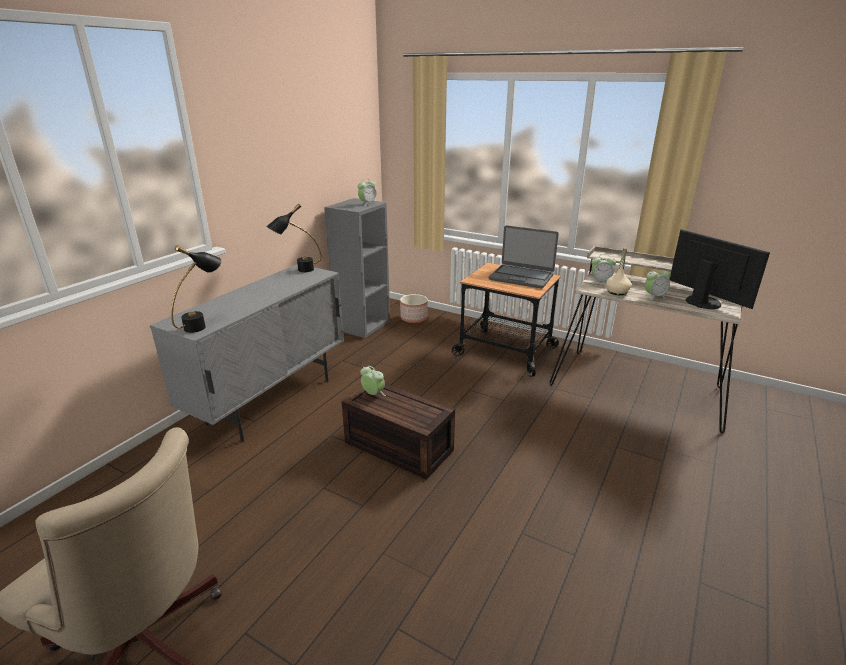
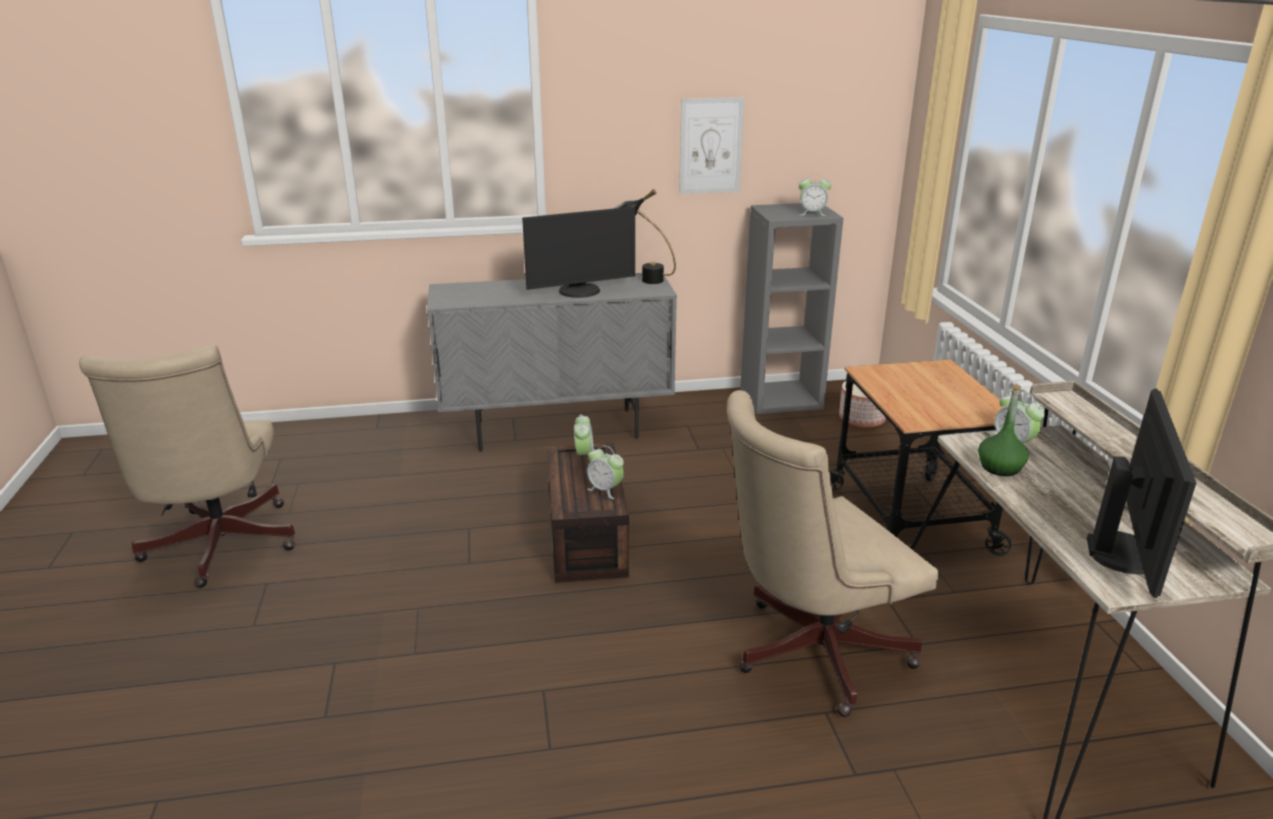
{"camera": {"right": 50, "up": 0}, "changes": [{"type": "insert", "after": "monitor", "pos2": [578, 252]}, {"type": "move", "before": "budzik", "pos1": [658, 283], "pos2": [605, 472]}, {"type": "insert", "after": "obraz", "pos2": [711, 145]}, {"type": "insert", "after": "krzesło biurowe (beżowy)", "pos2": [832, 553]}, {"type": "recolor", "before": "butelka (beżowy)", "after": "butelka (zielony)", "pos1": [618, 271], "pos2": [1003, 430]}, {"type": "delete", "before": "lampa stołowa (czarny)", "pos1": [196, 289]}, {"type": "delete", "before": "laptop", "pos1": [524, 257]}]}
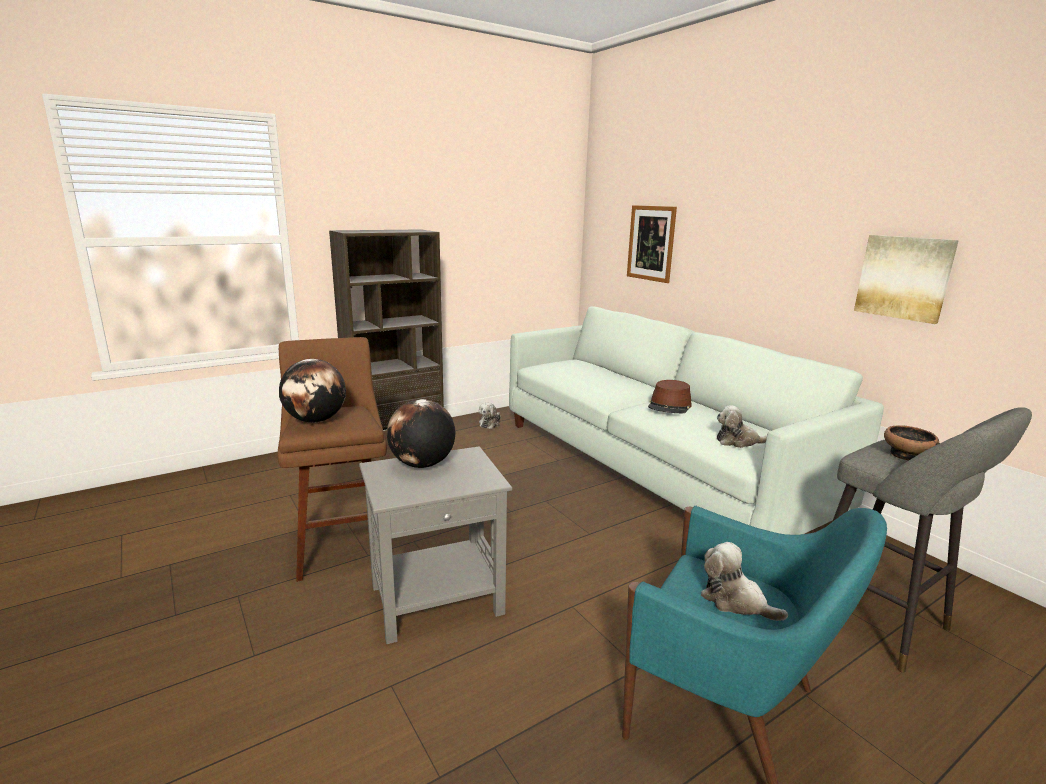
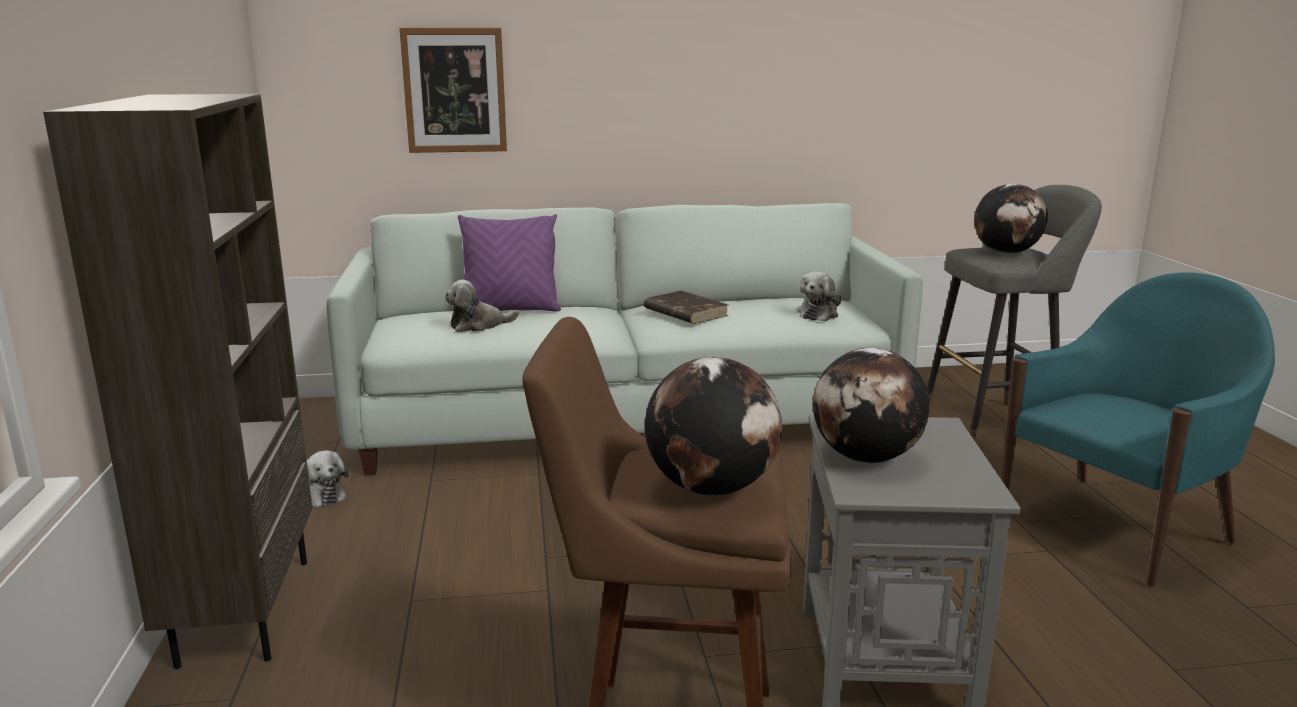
{"camera": {"right": -65, "up": 0}, "changes": [{"type": "move", "before": "pluszak", "pos1": [744, 581], "pos2": [482, 306]}, {"type": "insert", "after": "poduszka (fioletowy)", "pos2": [509, 263]}, {"type": "replace", "before": "kapelusz (brązowy)", "after": "książka (brązowy)", "pos1": [670, 396], "pos2": [686, 307]}, {"type": "replace", "before": "miska", "after": "globus", "pos1": [911, 443], "pos2": [1011, 219]}, {"type": "delete", "before": "obraz", "pos1": [906, 279]}]}
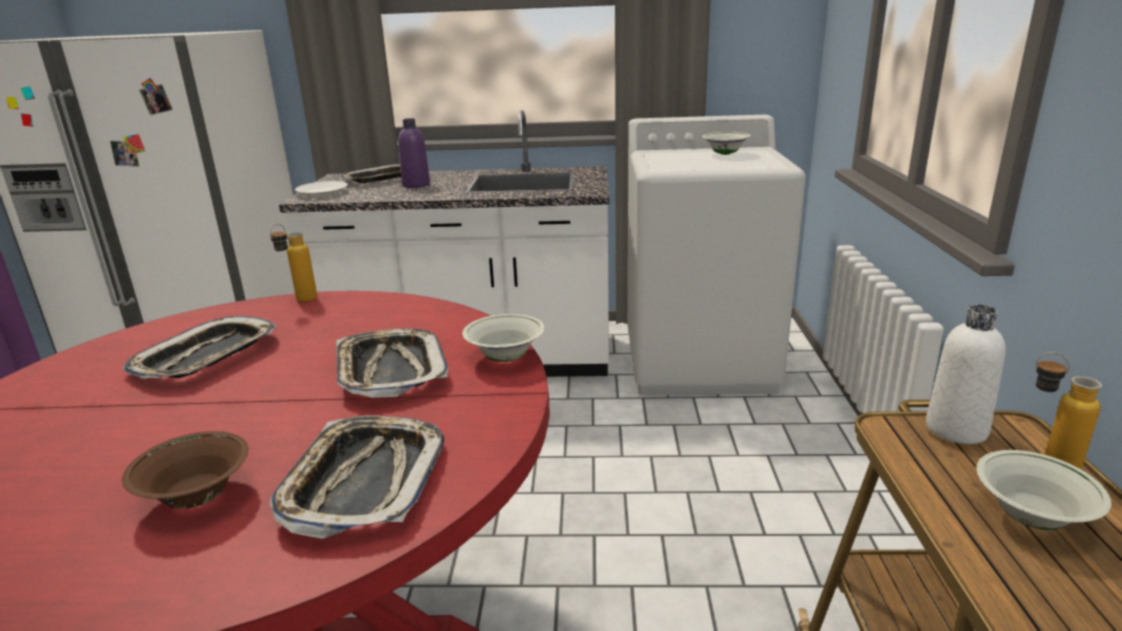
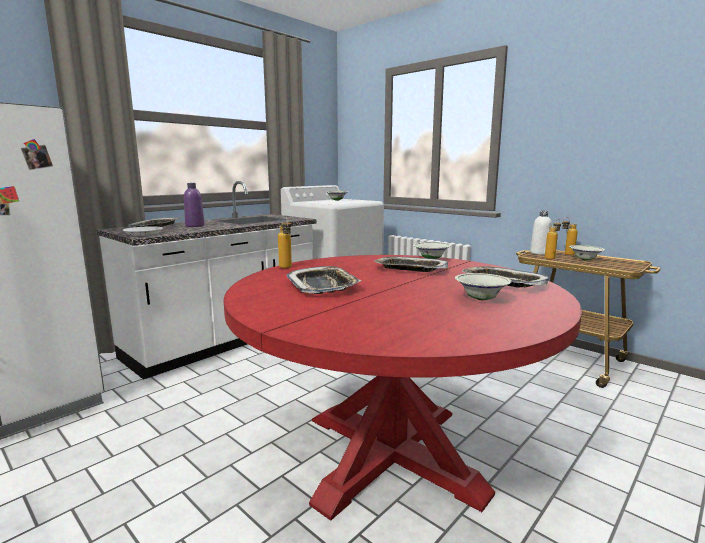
{"camera": {"right": -50, "up": -10}, "changes": [{"type": "recolor", "before": "miska (brązowy)", "after": "miska (biały)", "pos1": [185, 470], "pos2": [483, 286]}, {"type": "insert", "after": "butelka", "pos2": [553, 239]}]}
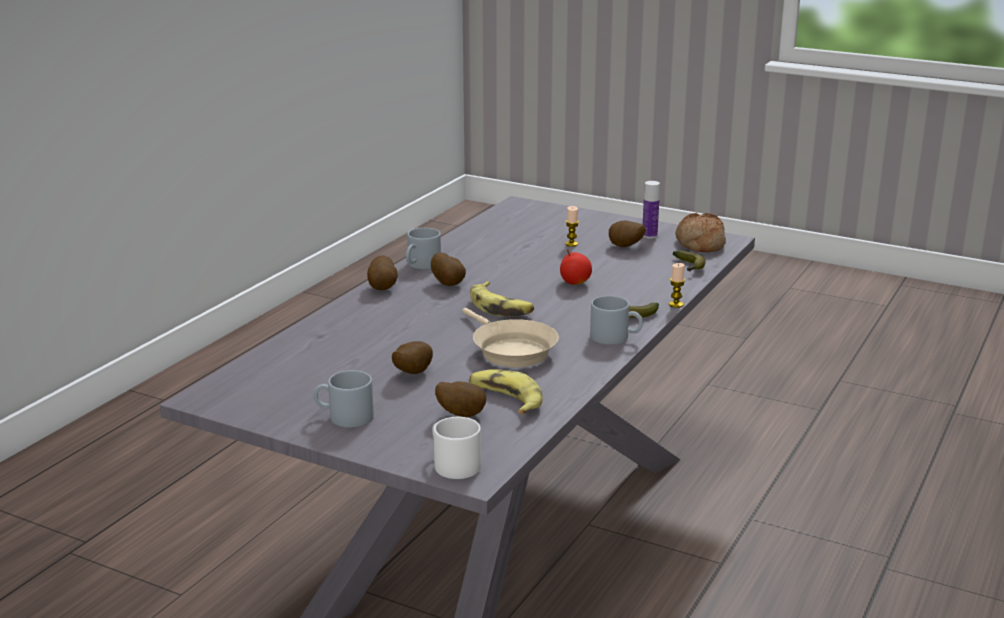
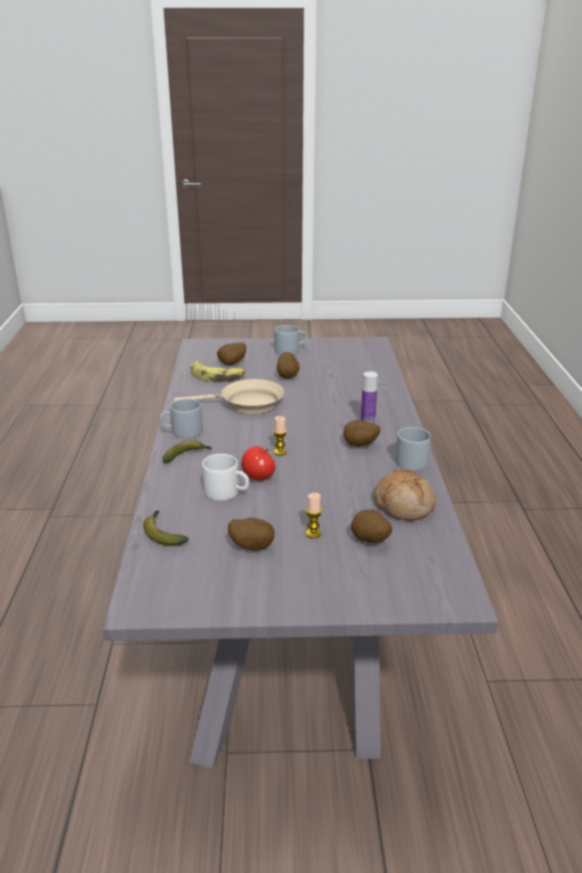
{"camera": {"right": 150, "up": 5}, "changes": [{"type": "rotate", "before": "patelnia (beżowy)", "pos1": [510, 337], "pos2": [229, 396], "turn": 150}, {"type": "move", "before": "kubek (biały)", "pos1": [456, 448], "pos2": [225, 477]}, {"type": "move", "before": "świeca", "pos1": [677, 285], "pos2": [280, 435]}, {"type": "move", "before": "ziemniak", "pos1": [382, 272], "pos2": [371, 526]}, {"type": "move", "before": "butelka", "pos1": [651, 209], "pos2": [369, 397]}, {"type": "move", "before": "chleb", "pos1": [701, 232], "pos2": [405, 495]}, {"type": "delete", "before": "banan", "pos1": [502, 298]}]}
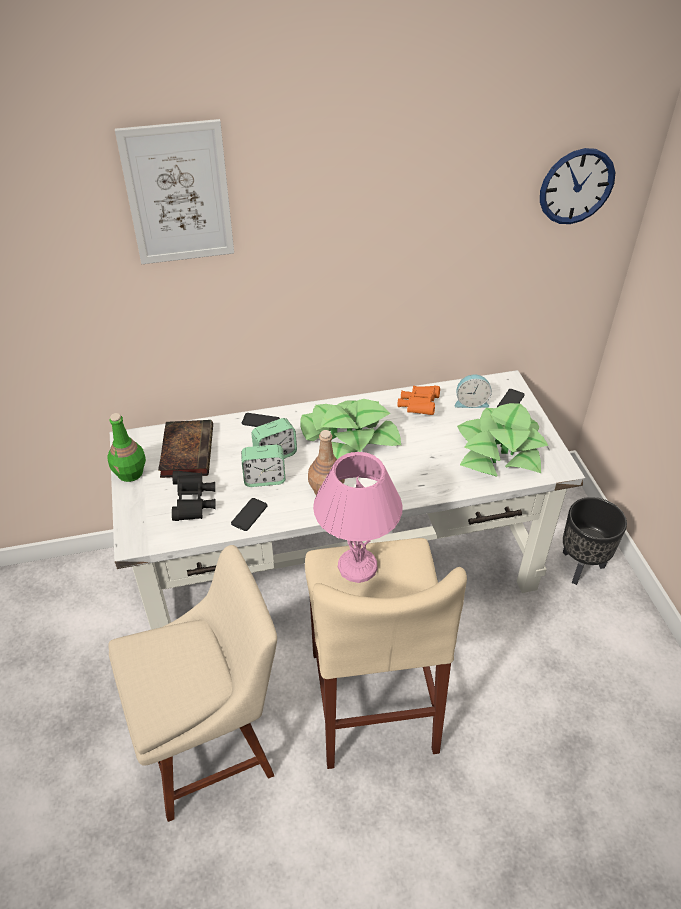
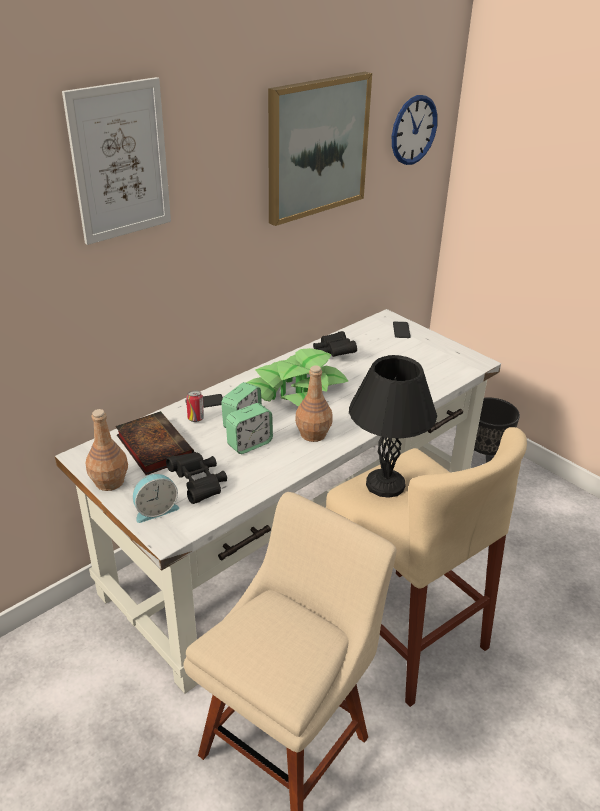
{"camera": {"right": -30, "up": -10}, "changes": [{"type": "recolor", "before": "butelka (zielony)", "after": "butelka (brązowy)", "pos1": [126, 447], "pos2": [107, 450]}, {"type": "move", "before": "budzik", "pos1": [473, 391], "pos2": [156, 498]}, {"type": "insert", "after": "puszka", "pos2": [195, 406]}, {"type": "insert", "after": "obraz", "pos2": [320, 149]}, {"type": "recolor", "before": "lornetka (pomarańczowy)", "after": "lornetka (czarny)", "pos1": [418, 400], "pos2": [335, 344]}, {"type": "recolor", "before": "lampa stołowa (różowy)", "after": "lampa stołowa (czarny)", "pos1": [358, 517], "pos2": [393, 426]}, {"type": "delete", "before": "telefon", "pos1": [249, 514]}, {"type": "delete", "before": "roślina doniczkowa", "pos1": [502, 439]}]}
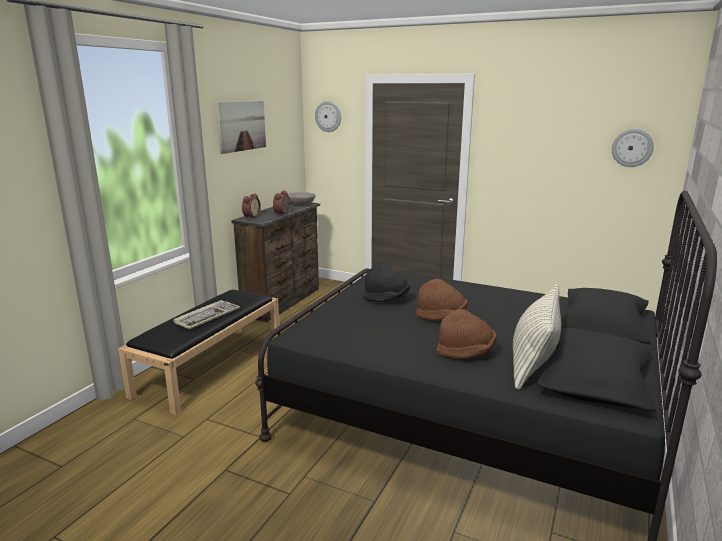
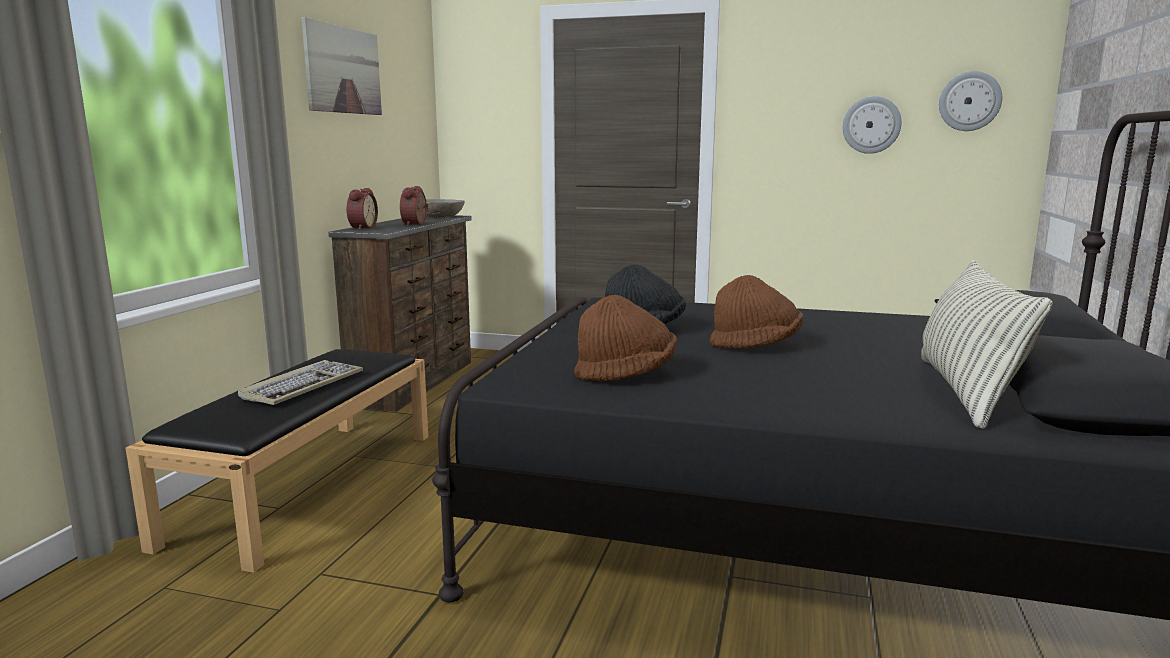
{"camera": {"right": -10, "up": -5}, "changes": [{"type": "move", "before": "kapelusz (brązowy)", "pos1": [466, 334], "pos2": [625, 338]}, {"type": "move", "before": "zegar ścienny", "pos1": [328, 116], "pos2": [872, 125]}]}
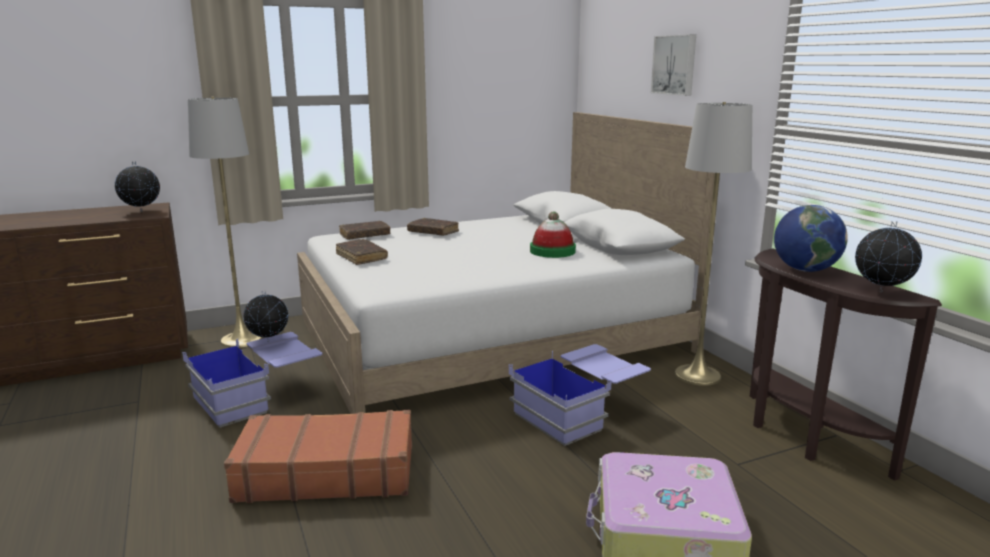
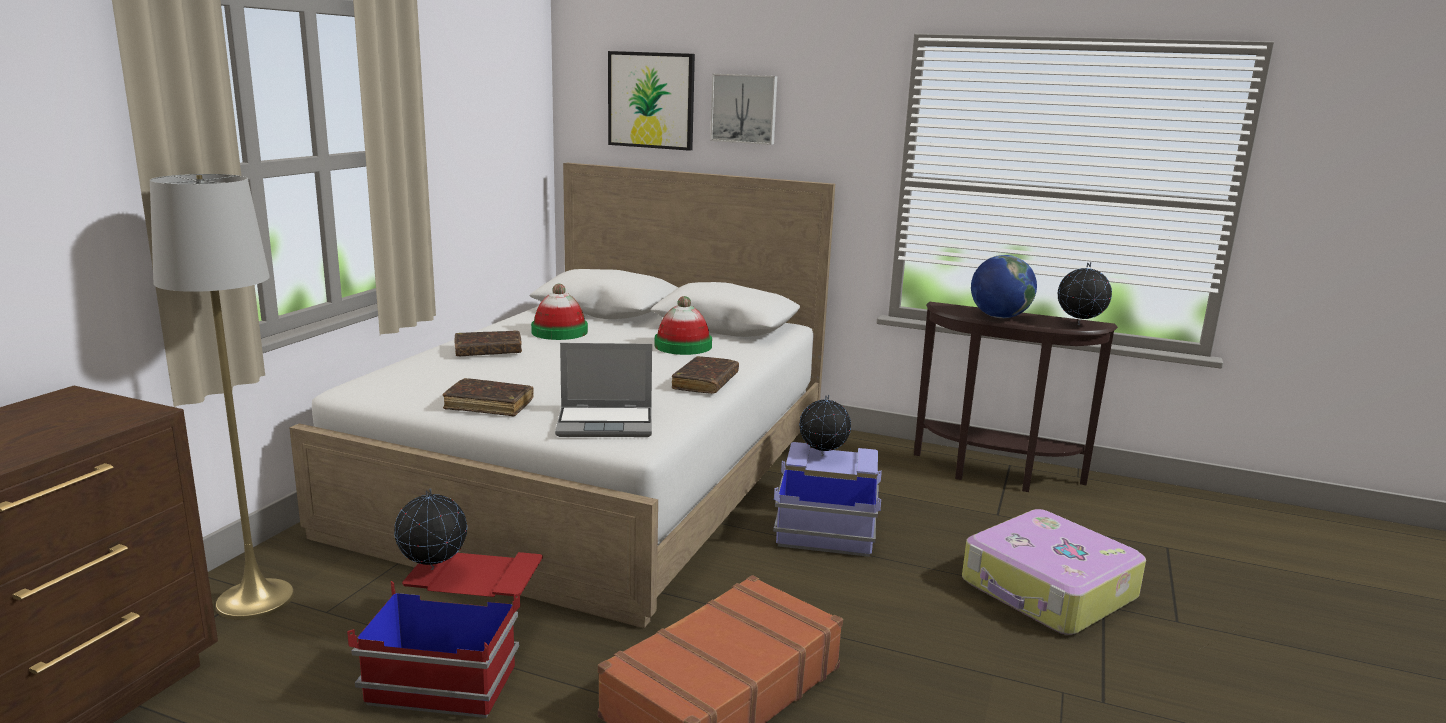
{"camera": {"right": -45, "up": 0}, "changes": [{"type": "recolor", "before": "pojemnik do przechowywania (niebieski)", "after": "pojemnik do przechowywania (czerwony)", "pos1": [252, 380], "pos2": [445, 635]}, {"type": "insert", "after": "kapelusz", "pos2": [559, 312]}, {"type": "insert", "after": "laptop", "pos2": [603, 390]}, {"type": "insert", "after": "obraz", "pos2": [651, 101]}, {"type": "move", "before": "książka (brązowy)", "pos1": [364, 230], "pos2": [705, 375]}, {"type": "move", "before": "globus", "pos1": [137, 186], "pos2": [825, 425]}, {"type": "delete", "before": "lampa stojąca (szary)", "pos1": [713, 244]}]}
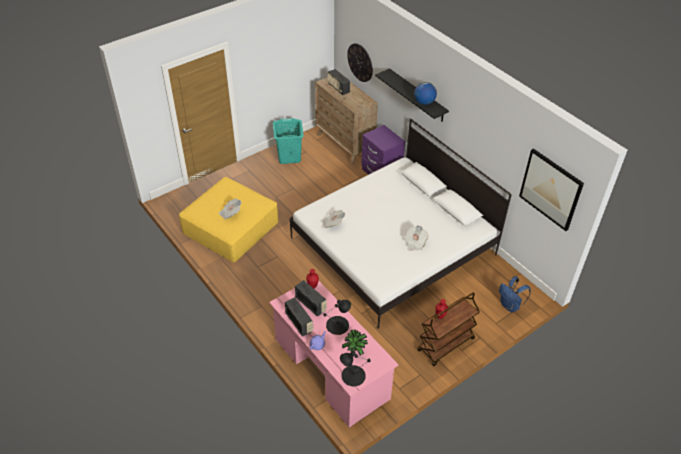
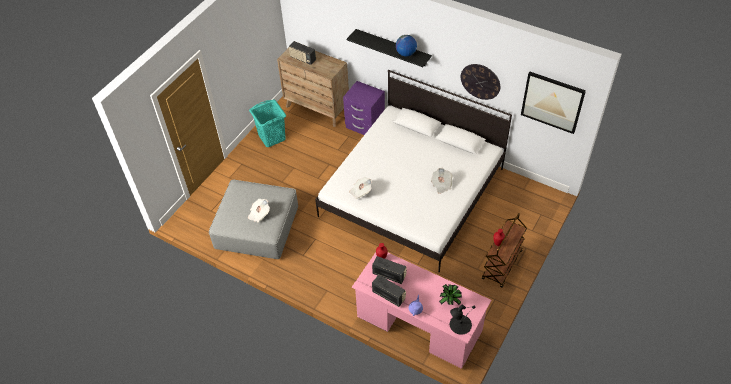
{"camera": {"right": -20, "up": 5}, "changes": [{"type": "recolor", "before": "pufa (żółty)", "after": "pufa (szary)", "pos1": [228, 219], "pos2": [253, 219]}, {"type": "move", "before": "zegar ścienny", "pos1": [360, 62], "pos2": [480, 82]}, {"type": "delete", "before": "lampa stołowa (czarny)", "pos1": [337, 317]}, {"type": "delete", "before": "plecak (niebieski)", "pos1": [515, 294]}]}
